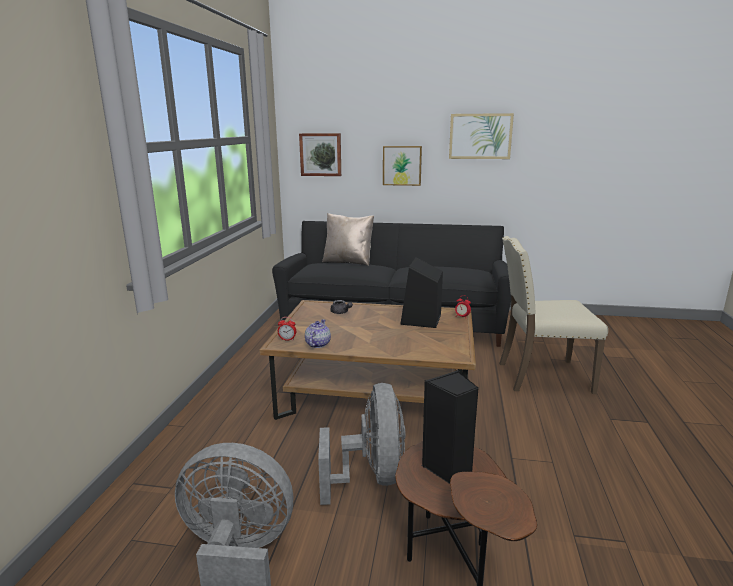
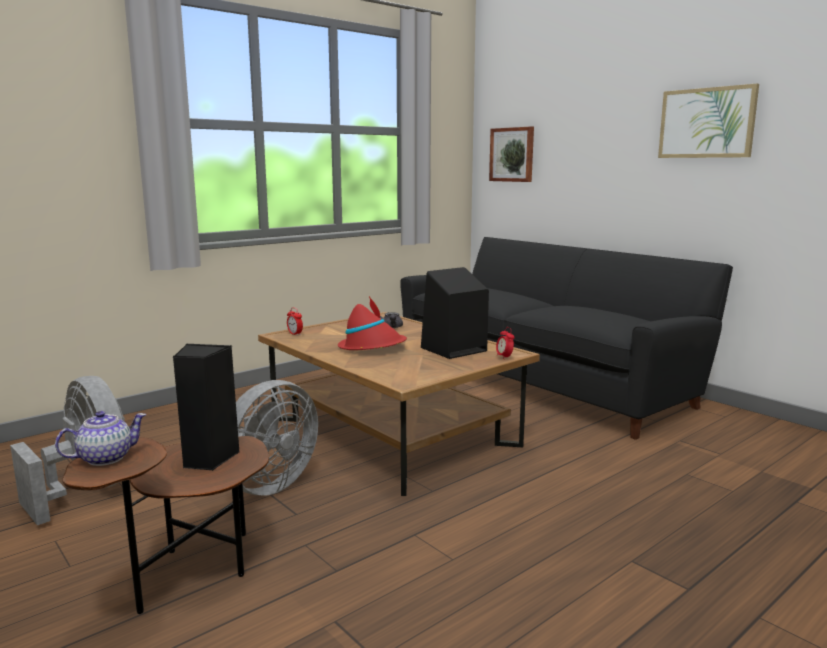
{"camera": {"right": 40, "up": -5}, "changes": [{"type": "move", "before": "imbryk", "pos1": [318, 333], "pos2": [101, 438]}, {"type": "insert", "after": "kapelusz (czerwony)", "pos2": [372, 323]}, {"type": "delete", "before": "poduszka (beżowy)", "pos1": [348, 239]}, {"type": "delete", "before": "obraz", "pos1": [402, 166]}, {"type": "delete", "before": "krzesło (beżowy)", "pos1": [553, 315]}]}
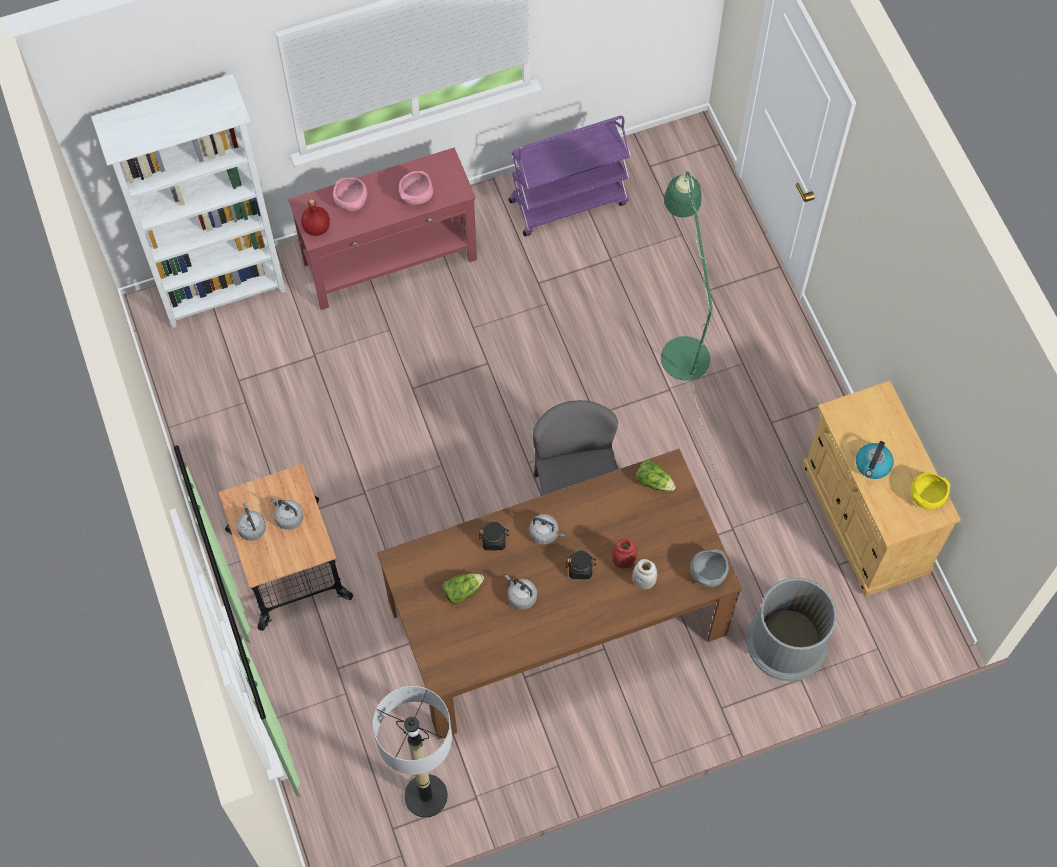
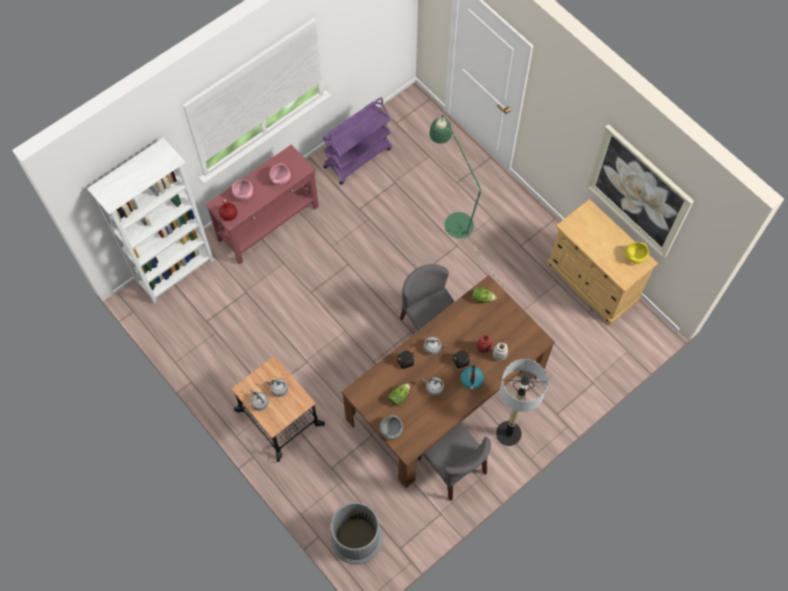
{"camera": {"right": -20, "up": 0}, "changes": [{"type": "move", "before": "kosz na śmieci (szary)", "pos1": [792, 629], "pos2": [357, 533]}, {"type": "move", "before": "miska (szary)", "pos1": [709, 568], "pos2": [391, 427]}, {"type": "insert", "after": "krzesło (szary)", "pos2": [454, 461]}, {"type": "move", "before": "czajnik", "pos1": [875, 460], "pos2": [472, 377]}, {"type": "move", "before": "lampa stojąca", "pos1": [412, 752], "pos2": [522, 402]}, {"type": "insert", "after": "obraz", "pos2": [640, 191]}]}
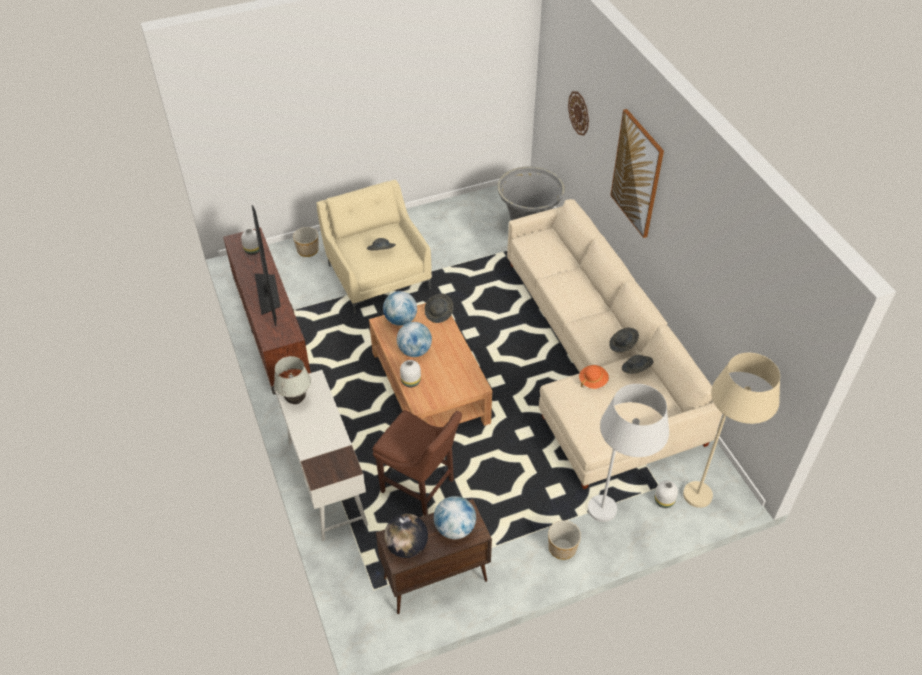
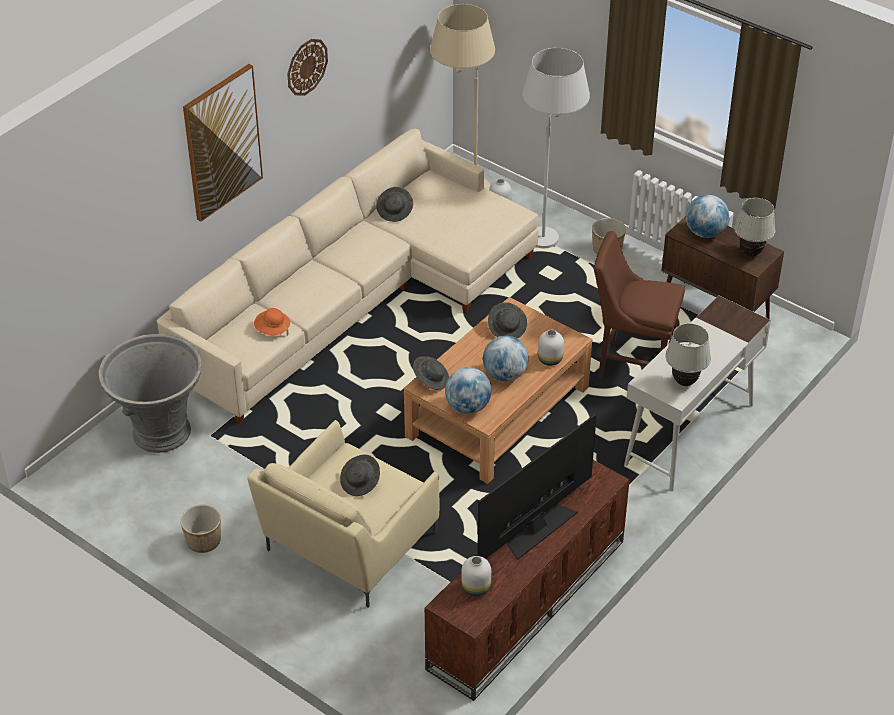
{"camera": {"right": -120, "up": -5}, "changes": [{"type": "move", "before": "donica", "pos1": [306, 242], "pos2": [200, 528]}, {"type": "move", "before": "kapelusz (pomarańczowy)", "pos1": [594, 377], "pos2": [272, 322]}, {"type": "move", "before": "zegar ścienny", "pos1": [578, 113], "pos2": [307, 67]}, {"type": "move", "before": "kapelusz (szary)", "pos1": [624, 340], "pos2": [507, 320]}, {"type": "rotate", "before": "krzesło (brązowy)", "pos1": [417, 463], "pos2": [639, 304], "turn": -75}, {"type": "replace", "before": "globus", "after": "lampa stołowa (biały)", "pos1": [406, 536], "pos2": [754, 227]}]}
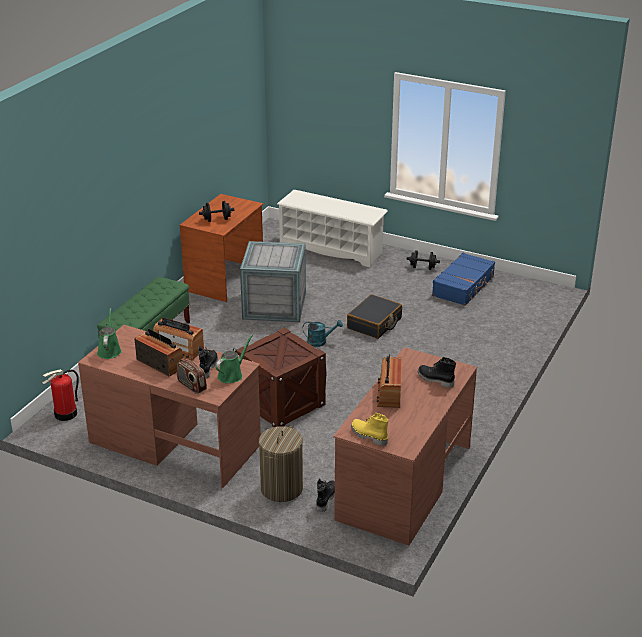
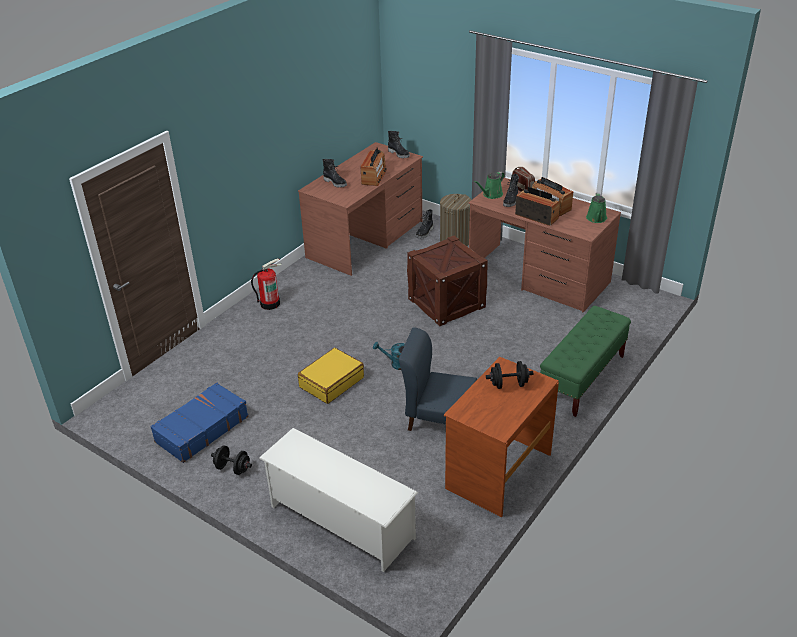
{"camera": {"right": -170, "up": 5}, "changes": [{"type": "move", "before": "gaśnica", "pos1": [60, 395], "pos2": [266, 284]}, {"type": "recolor", "before": "walizka (czarny)", "after": "walizka (żółty)", "pos1": [374, 316], "pos2": [331, 376]}, {"type": "recolor", "before": "but z cholewką (żółty)", "after": "but z cholewką (czarny)", "pos1": [370, 429], "pos2": [399, 144]}, {"type": "replace", "before": "skrzynka", "after": "krzesło (niebieski)", "pos1": [273, 281], "pos2": [438, 379]}]}
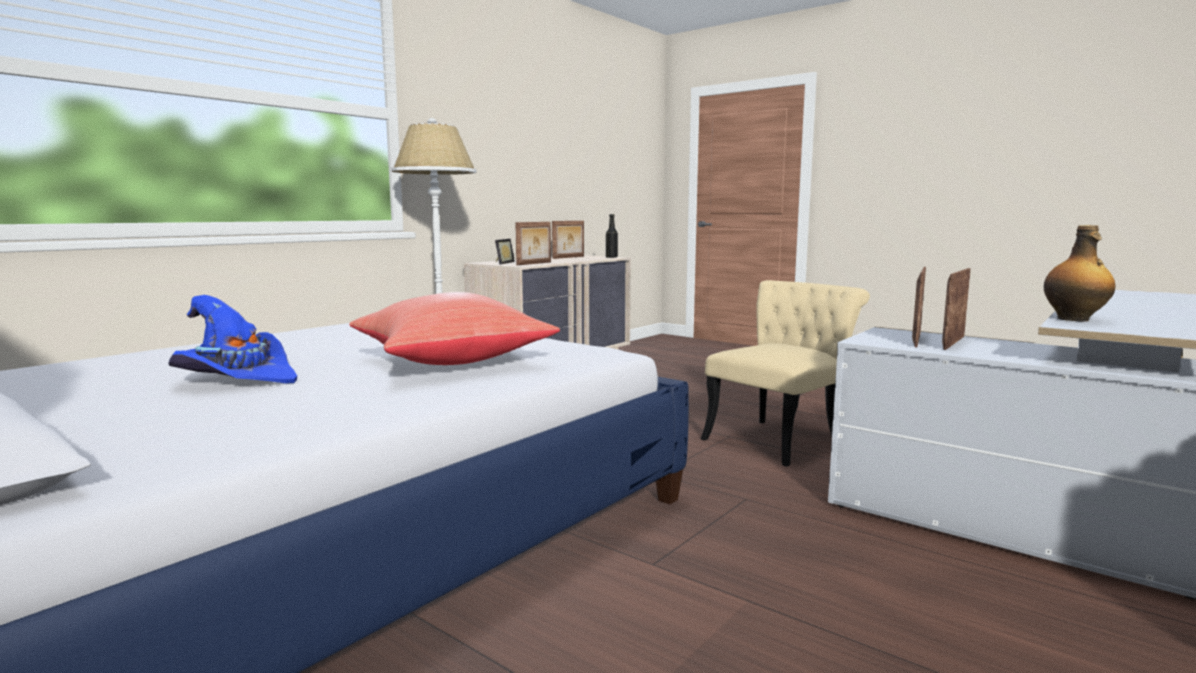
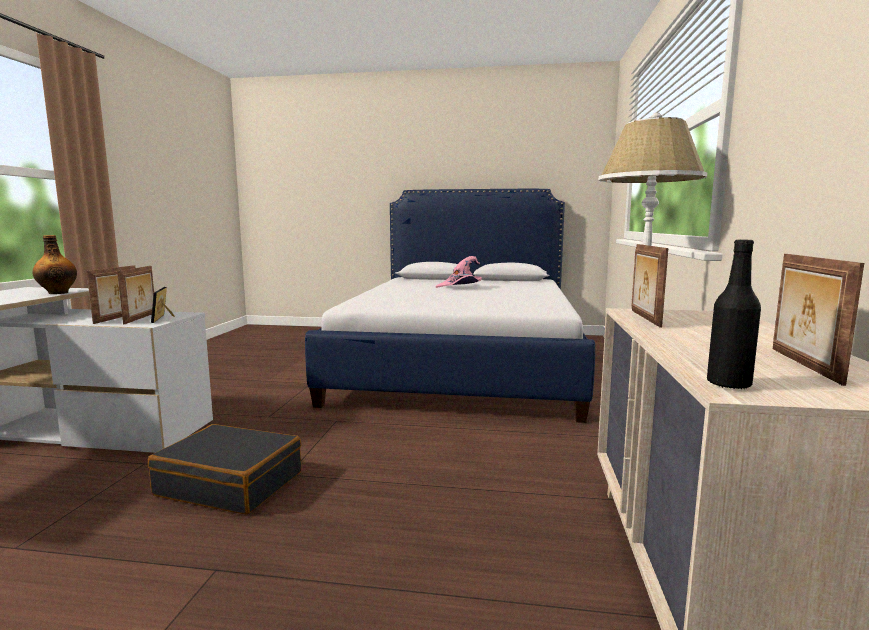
{"camera": {"right": 150, "up": 0}, "changes": [{"type": "replace", "before": "krzesło (beżowy)", "after": "walizka (czarny)", "pos1": [785, 373], "pos2": [224, 469]}, {"type": "move", "before": "ramka na zdjęcie", "pos1": [505, 252], "pos2": [163, 305]}, {"type": "recolor", "before": "kapelusz (niebieski)", "after": "kapelusz (różowy)", "pos1": [232, 339], "pos2": [459, 272]}, {"type": "delete", "before": "poduszka (czerwony)", "pos1": [454, 328]}]}
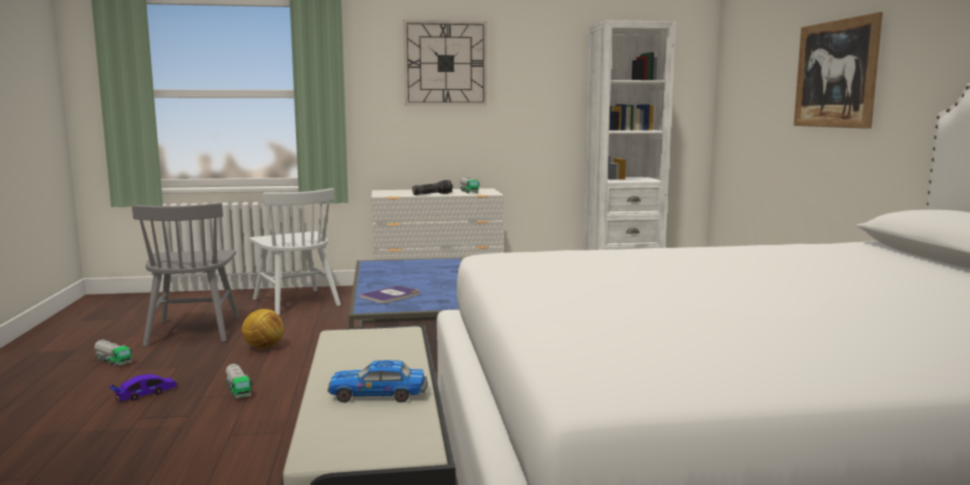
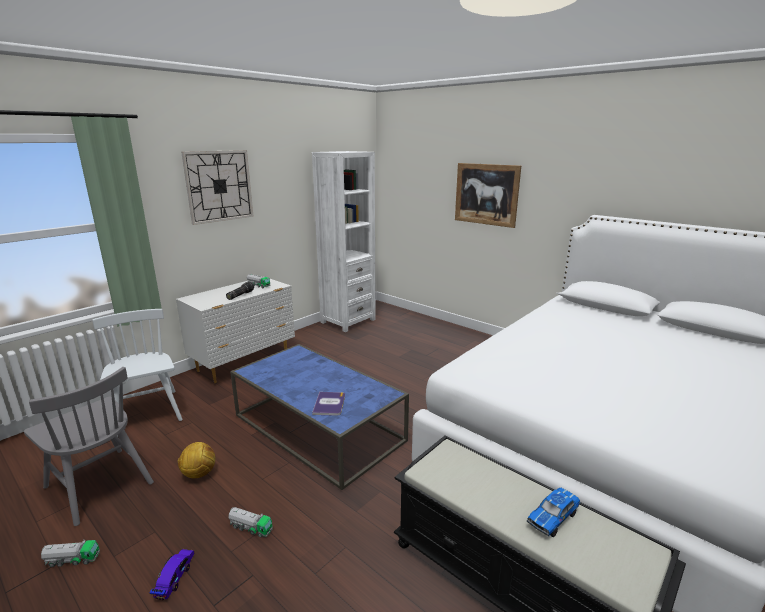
{"camera": {"right": -40, "up": 10}, "changes": [{"type": "rotate", "before": "krzesło (biały)", "pos1": [295, 251], "pos2": [137, 373], "turn": -135}]}
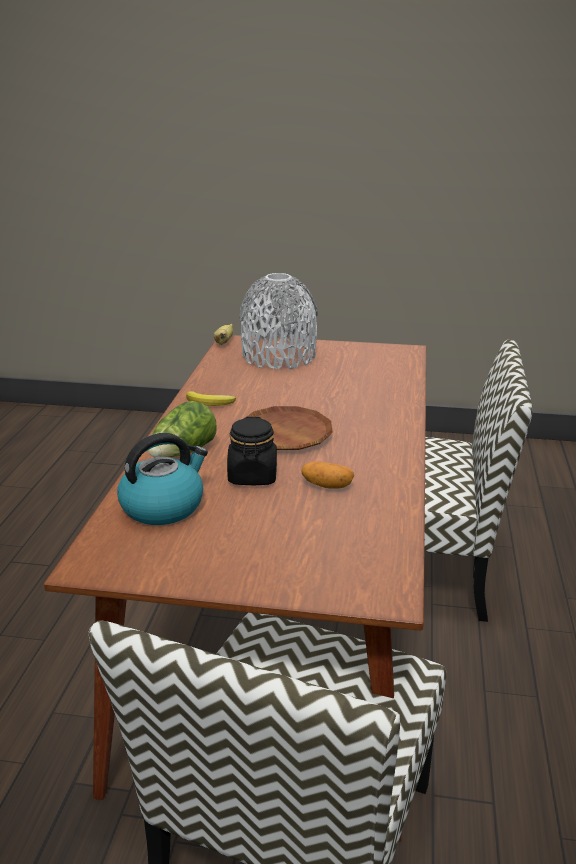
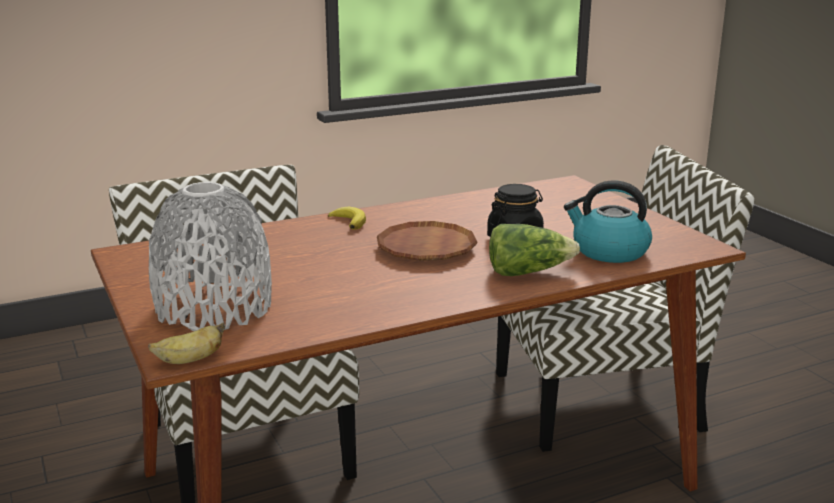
{"camera": {"right": -125, "up": -5}, "changes": [{"type": "move", "before": "banan", "pos1": [211, 398], "pos2": [347, 218]}, {"type": "delete", "before": "ziemniak", "pos1": [327, 475]}]}
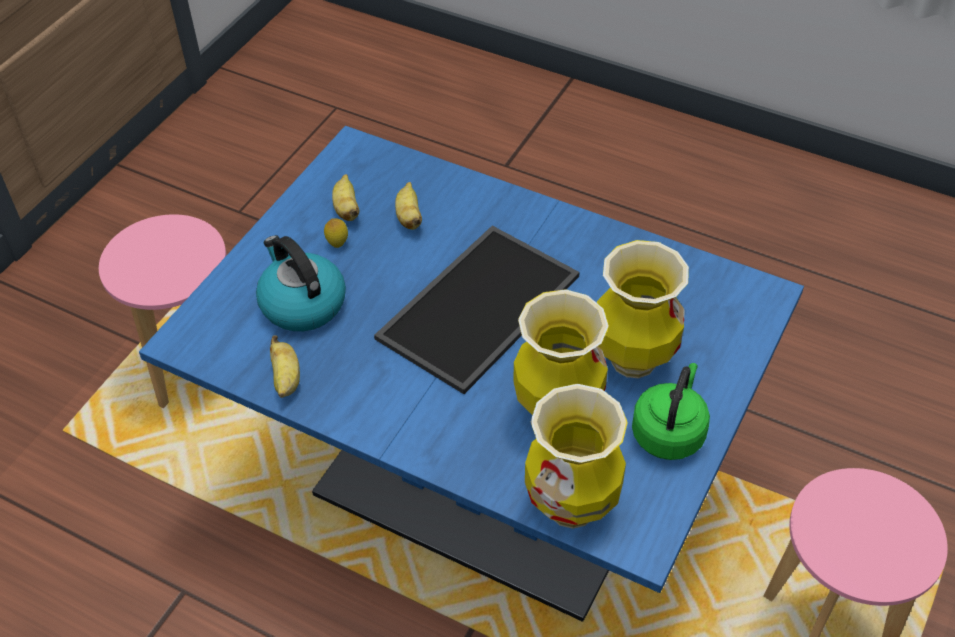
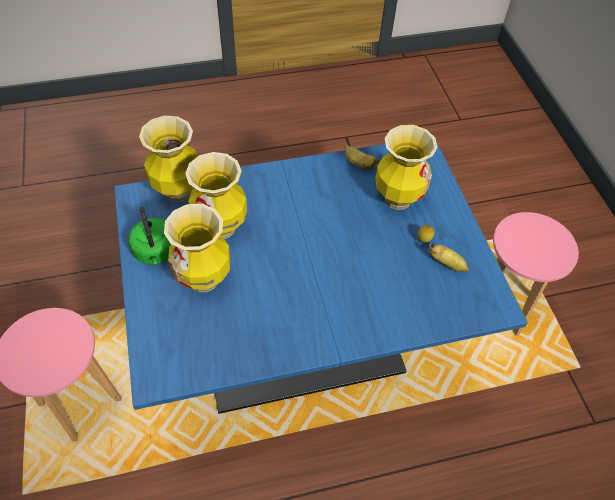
{"camera": {"right": 135, "up": 5}, "changes": [{"type": "replace", "before": "czajnik", "after": "wazon", "pos1": [301, 283], "pos2": [406, 167]}, {"type": "delete", "before": "taca", "pos1": [477, 310]}, {"type": "delete", "before": "banan", "pos1": [408, 206]}]}
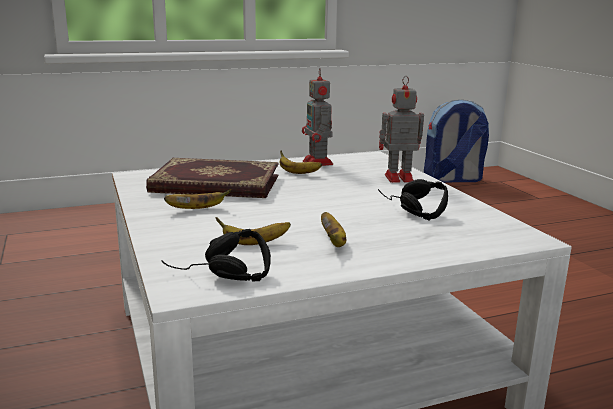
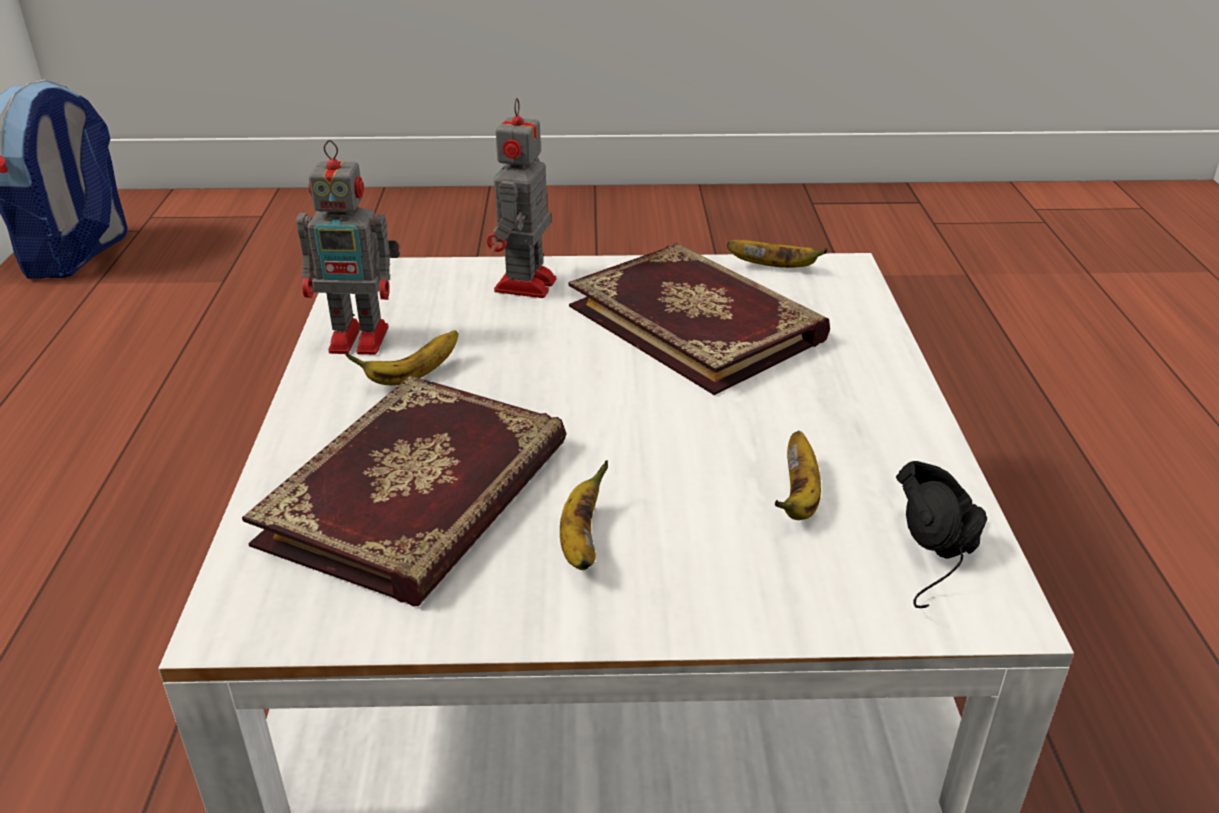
{"camera": {"right": -70, "up": 15}, "changes": [{"type": "replace", "before": "słuchawki (czarny)", "after": "książka", "pos1": [413, 200], "pos2": [699, 319]}, {"type": "move", "before": "banan", "pos1": [333, 229], "pos2": [777, 254]}]}
